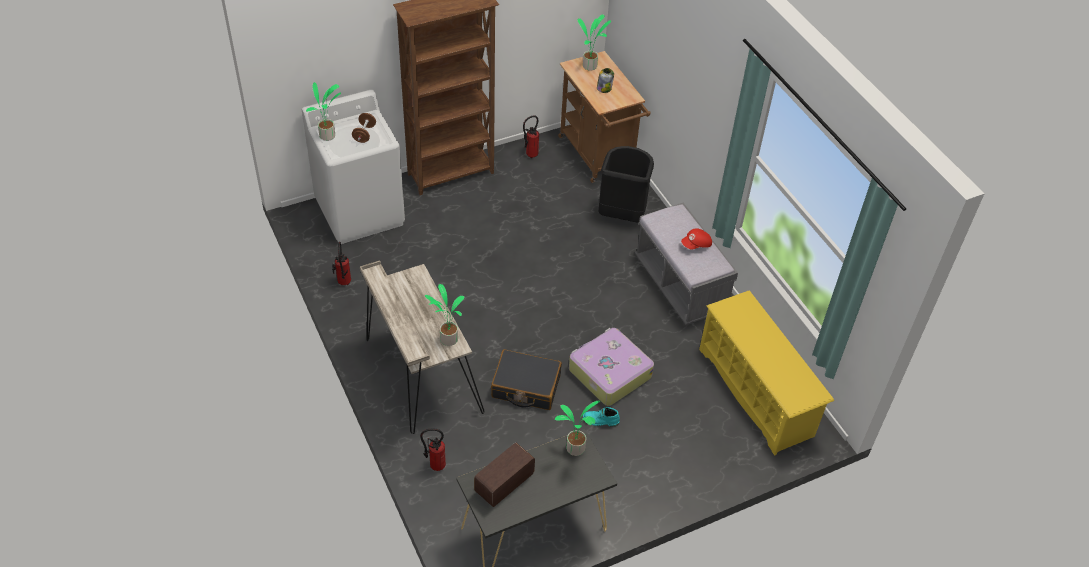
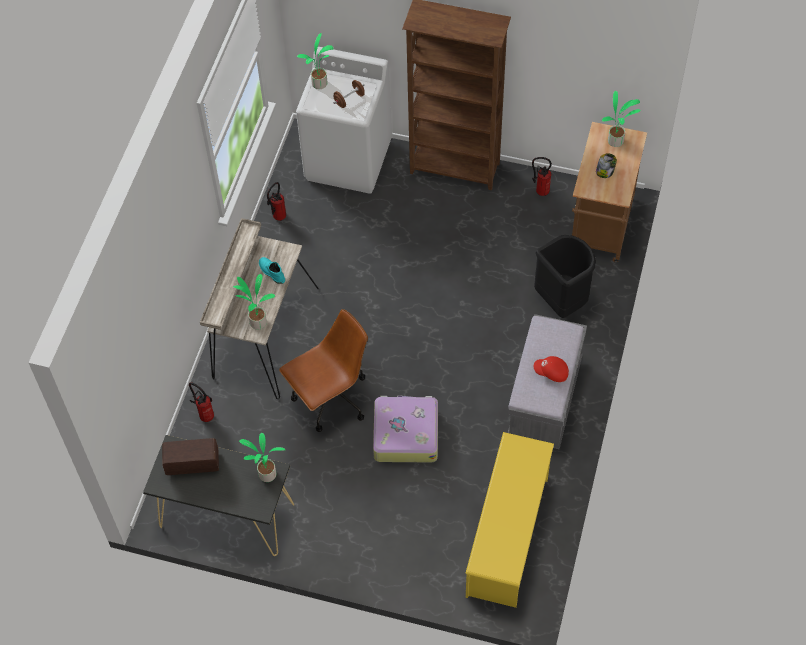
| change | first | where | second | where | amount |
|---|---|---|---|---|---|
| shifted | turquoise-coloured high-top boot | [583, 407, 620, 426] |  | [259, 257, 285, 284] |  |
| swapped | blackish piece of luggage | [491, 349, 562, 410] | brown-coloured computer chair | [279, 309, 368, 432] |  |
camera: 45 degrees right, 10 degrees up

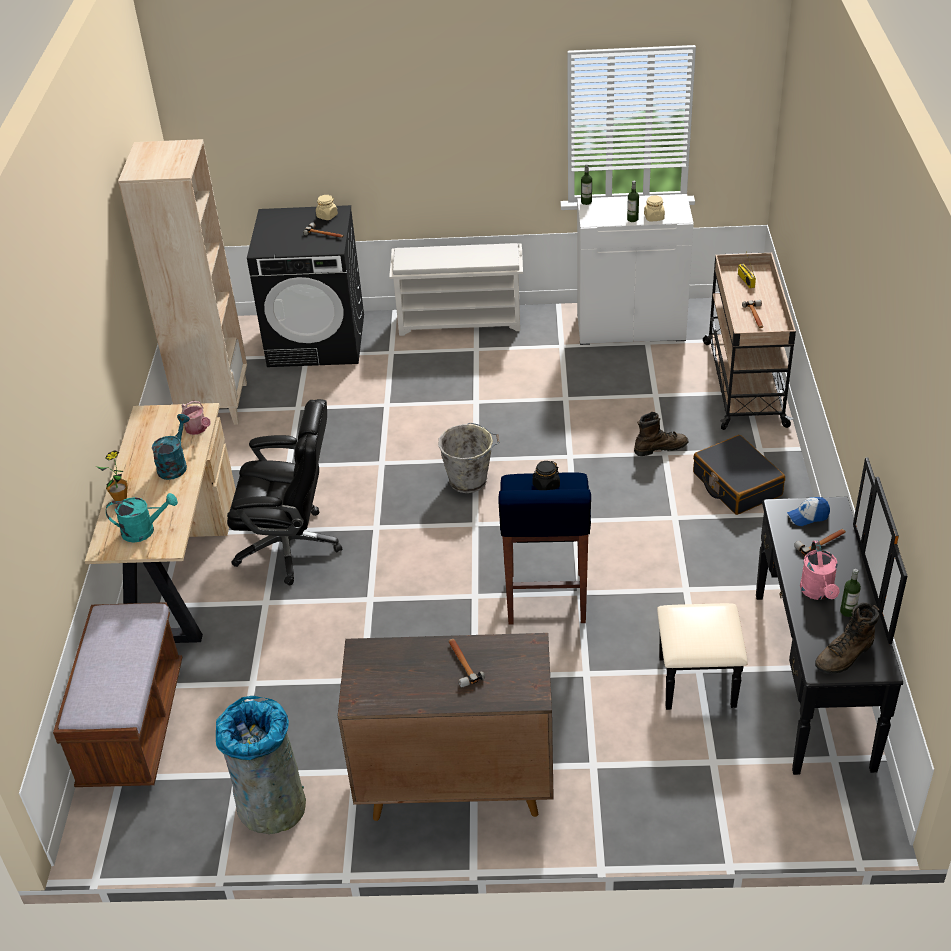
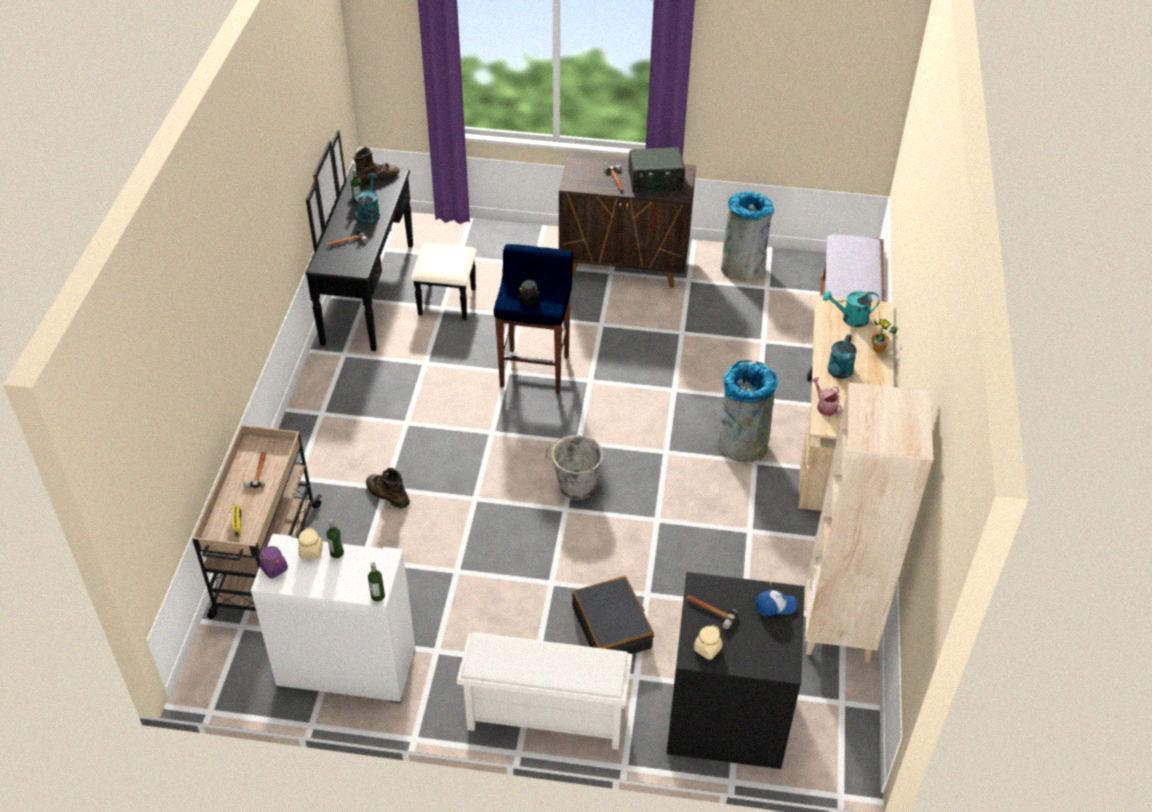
| change | first | where | second | where | amount |
|---|---|---|---|---|---|
| new |  |  | purple-coloured preserve jar | [259, 546, 288, 578] |  |
| repainted | pink watering can | [800, 541, 840, 600] | turquoise-coloured watering can | [355, 173, 380, 225] |  |
| rotated | brown-coloured high-top boot | [634, 412, 689, 456] |  | [366, 468, 410, 509] | 45 degrees clockwise |
| shifted | blackish piece of luggage | [693, 435, 785, 515] |  | [572, 576, 654, 654] |  |
| new |  |  | radio set | [628, 147, 685, 194] |  |
| swapped | blackish computer chair | [227, 399, 342, 586] | gray waste bin | [717, 360, 778, 463] |  |
| shifted | cap | [787, 497, 830, 526] |  | [756, 590, 797, 616] |  |
camera: 175 degrees left, 5 degrees up

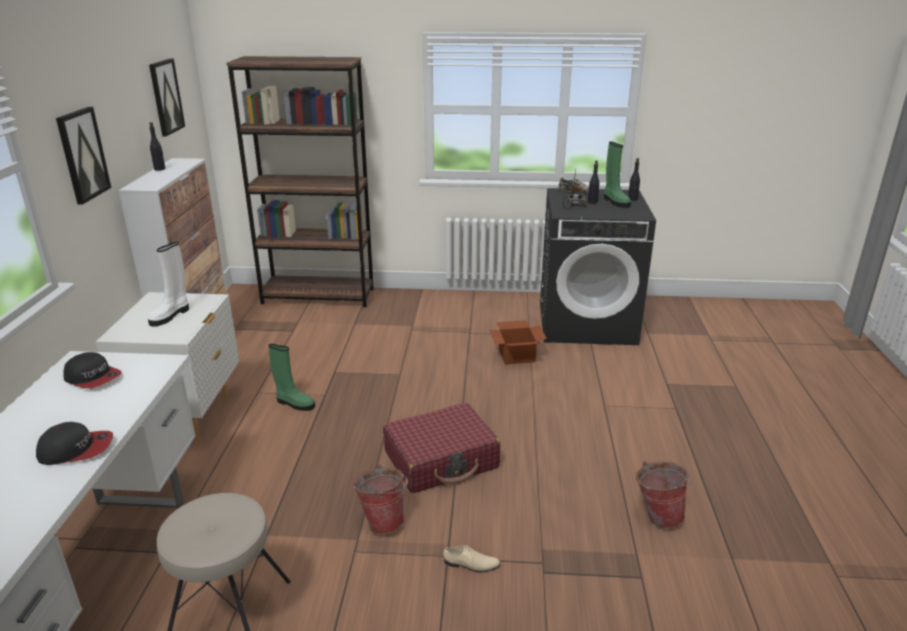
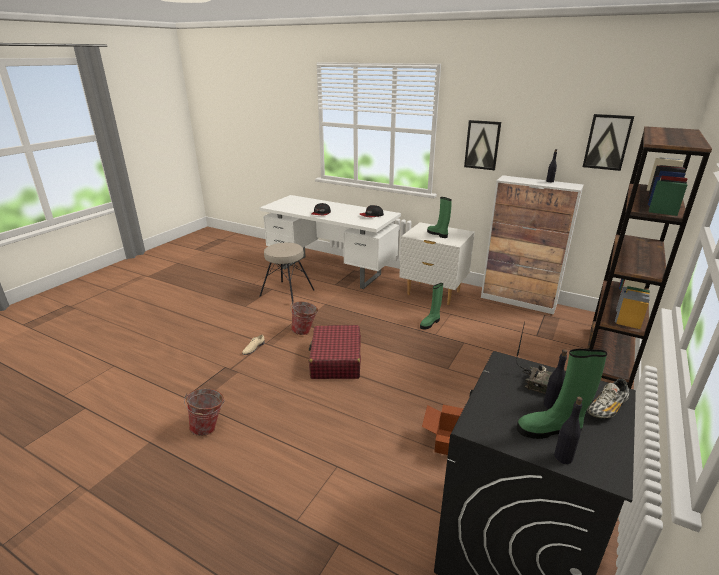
| change | first | where | second | where | amount |
|---|---|---|---|---|---|
| repainted | white high-top boot | [148, 242, 189, 327] | green high-top boot | [427, 197, 452, 238] |  |
camera: 115 degrees right, 0 degrees up

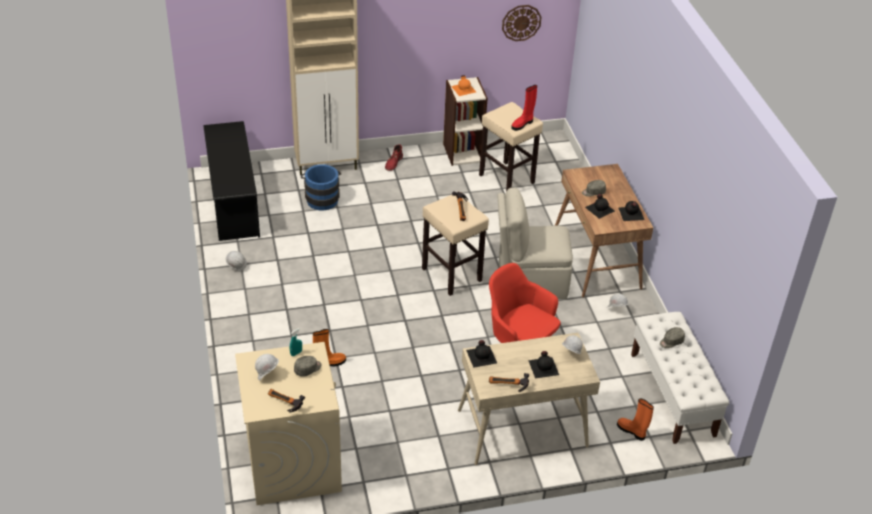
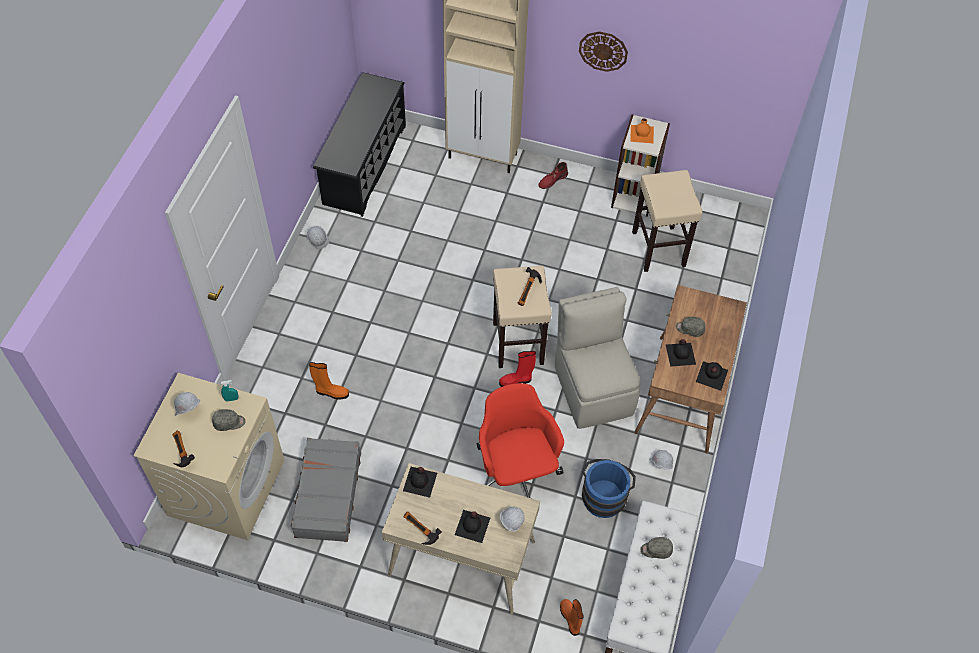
| change | first | where | second | where | amount |
|---|---|---|---|---|---|
| new |  |  | gray piece of luggage | [291, 438, 361, 542] |  |
| shifted | red high-top boot | [511, 85, 537, 131] |  | [499, 351, 536, 387] |  |
| rotated | beige-coloured chair | [498, 188, 573, 299] |  | [555, 287, 640, 429] | 45 degrees clockwise |
| shifted | wall clock | [502, 5, 542, 41] |  | [579, 31, 628, 72] |  |
| shifted | bluish bucket | [301, 164, 341, 210] |  | [582, 459, 636, 518] |  |
camera: 30 degrees right, 15 degrees up

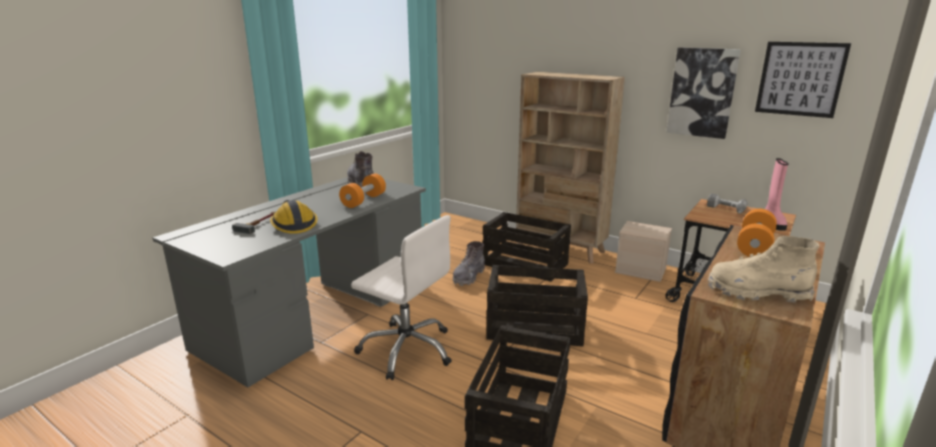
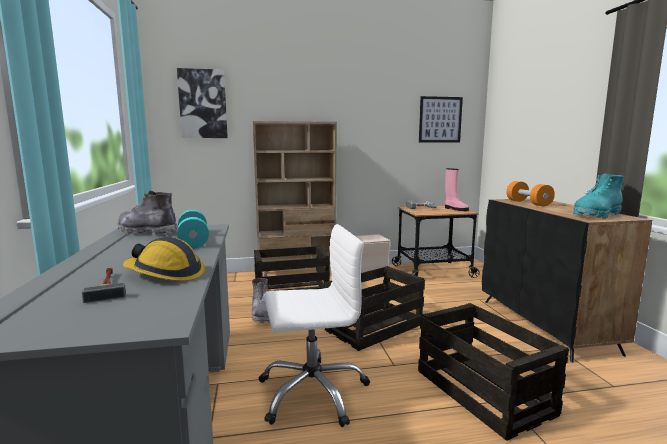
| change | first | where | second | where | amount |
|---|---|---|---|---|---|
| shifted | wall picture | [666, 48, 741, 139] |  | [177, 68, 228, 138] |  |
| repainted | orange hand weight | [339, 174, 386, 208] | turquoise-coloured hand weight | [177, 210, 209, 249] |  |
| repainted | beige-coloured high-top boot | [708, 236, 819, 303] | turquoise-coloured high-top boot | [573, 174, 624, 219] |  |
camera: 45 degrees left, 10 degrees down

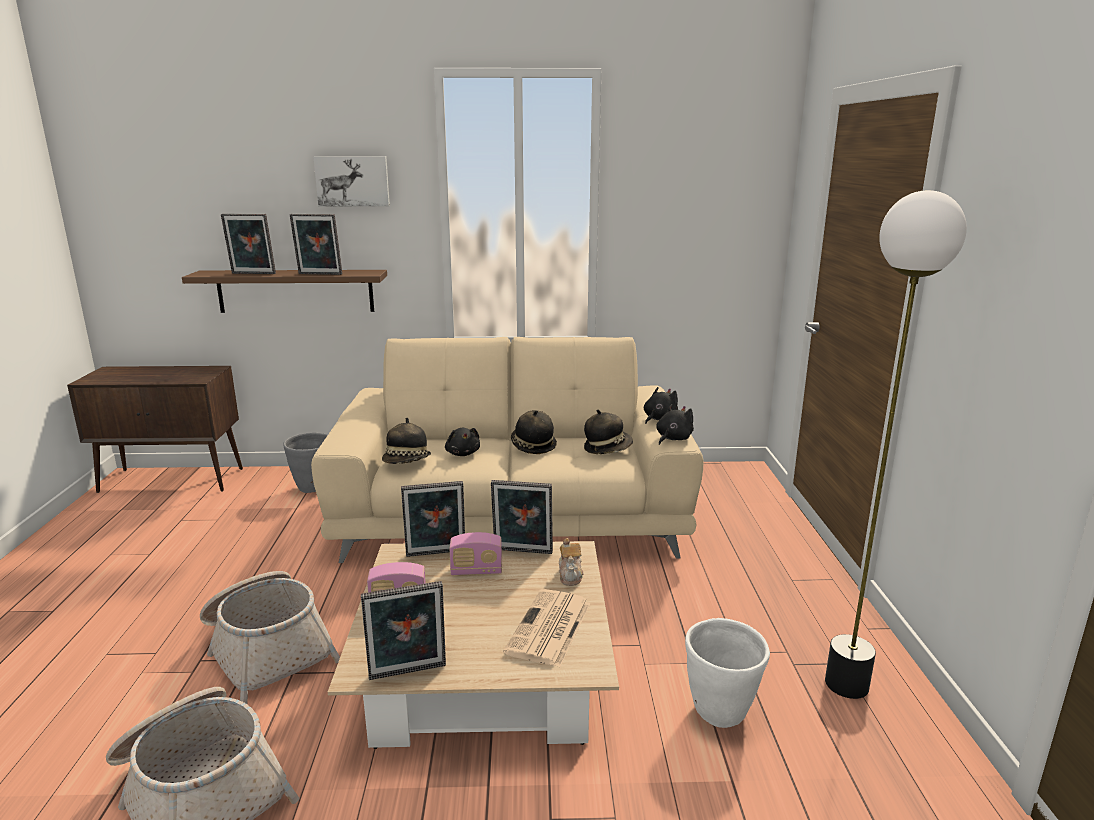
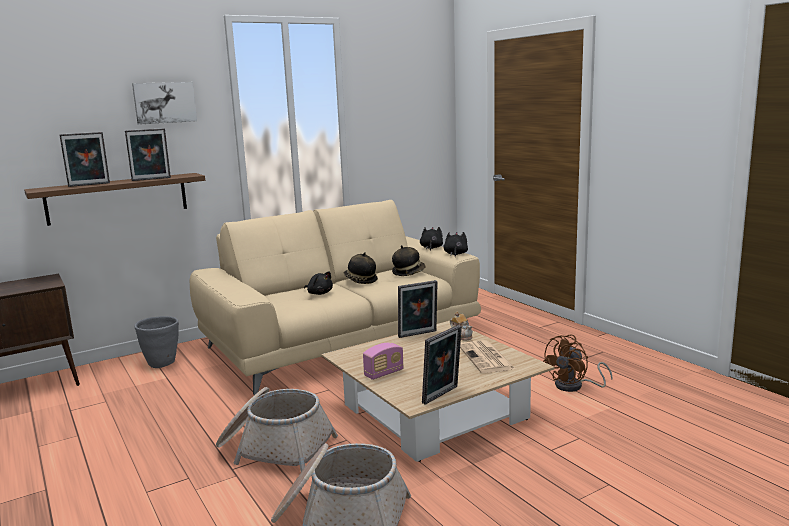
| change | first | where | second | where | amount |
|---|---|---|---|---|---|
| swapped | white flower pot | [685, 618, 770, 728] | brown-coloured cooling fan | [543, 334, 613, 392] |  |
| gone | clothing hat | [382, 418, 431, 464] |  |  |  |
| gone | picture frame | [401, 481, 465, 557] |  |  |  |
| gone | radio set | [449, 532, 502, 575] |  |  |  |
| gone | floor lamp | [825, 190, 967, 699] |  |  |  |
camera: 30 degrees left, 5 degrees down

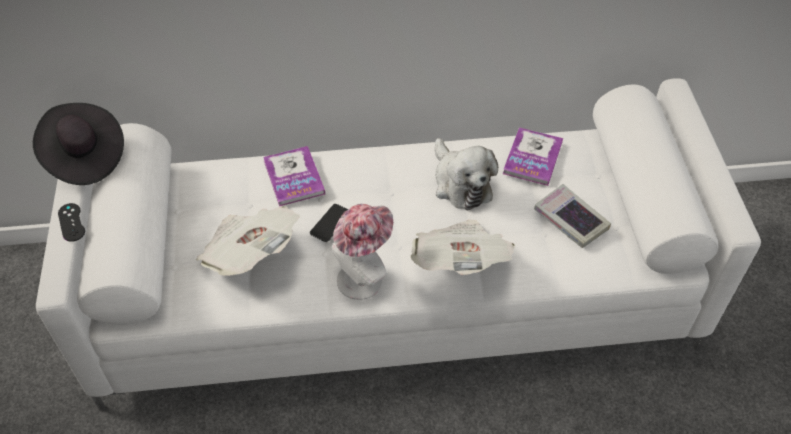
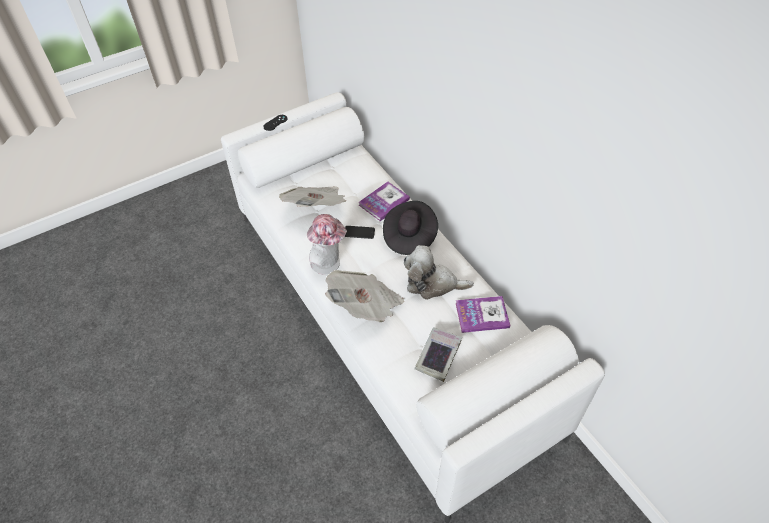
| change | first | where | second | where | amount |
|---|---|---|---|---|---|
| shifted | blackish clothing hat | [33, 103, 124, 185] |  | [383, 201, 438, 255] |  |
| rotated | soft toy | [435, 138, 498, 210] |  | [404, 245, 474, 300] | 60 degrees clockwise |
camera: 65 degrees right, 0 degrees up

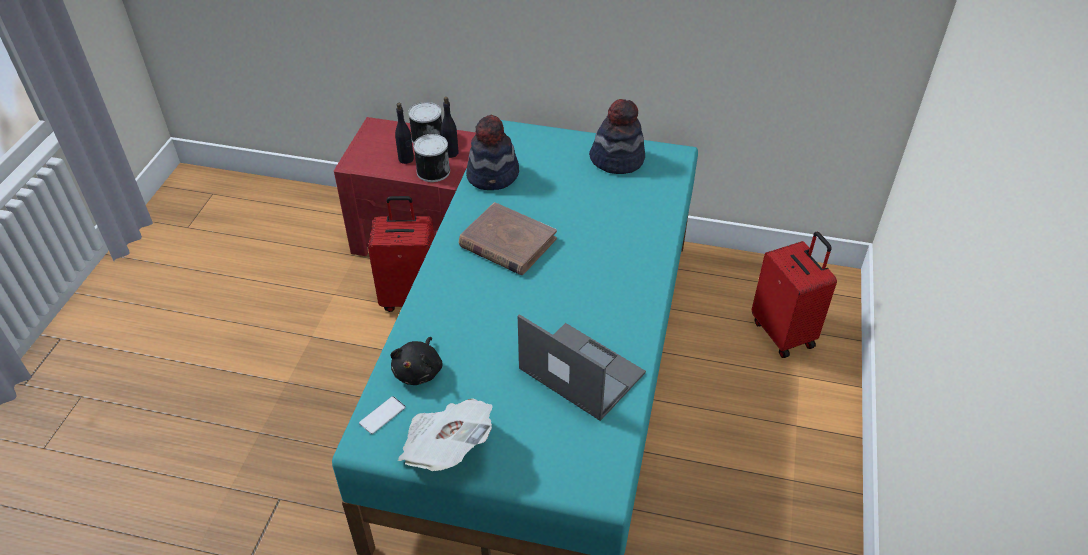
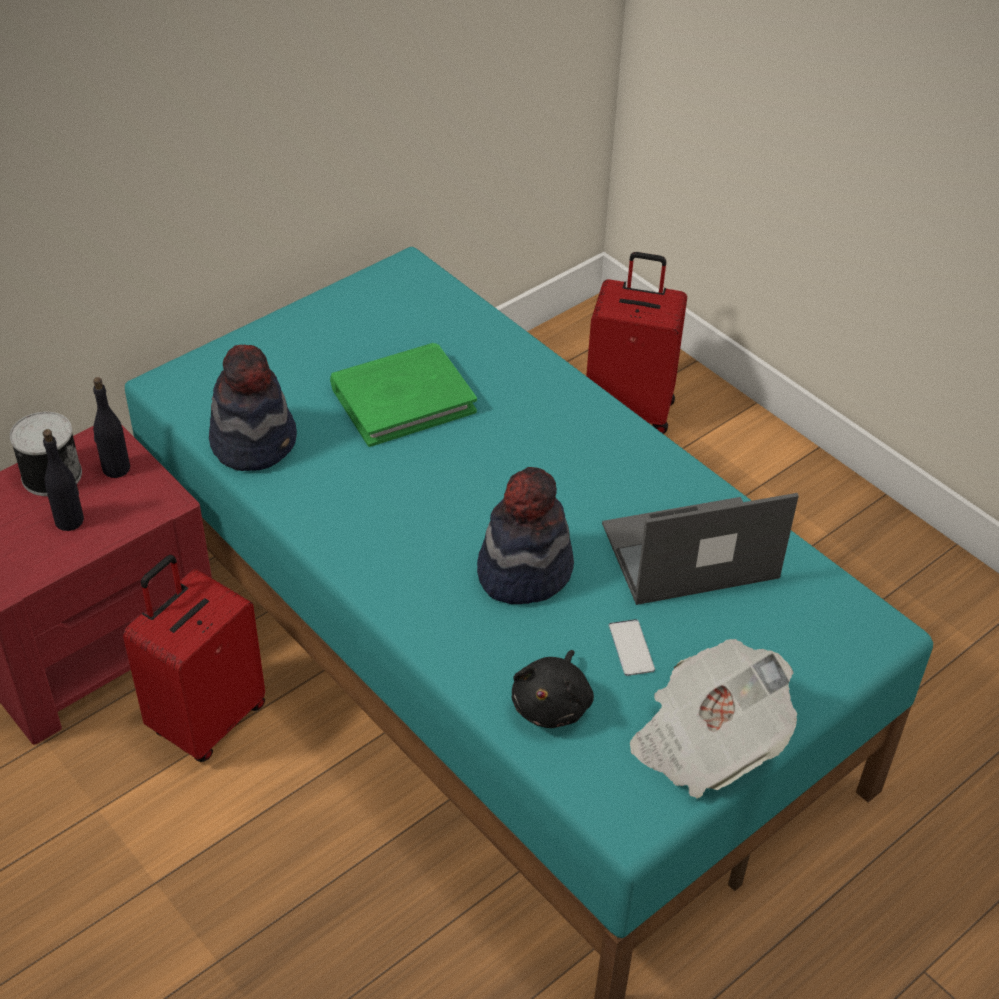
| change | first | where | second | where | amount |
|---|---|---|---|---|---|
| new |  |  | green book | [330, 343, 477, 447] |  |
| shifted | clothing hat | [589, 99, 645, 174] |  | [477, 467, 574, 604] |  |
| rotated | blackish soft toy | [391, 337, 443, 385] |  | [511, 650, 594, 728] | 60 degrees clockwise |
| shifted | telephone | [359, 396, 406, 434] |  | [609, 619, 655, 676] |  |
| gone | can | [413, 134, 450, 182] |  |  |  |
| gone | brown-coloured book | [459, 202, 557, 275] |  |  |  |
camera: 55 degrees left, 0 degrees up

